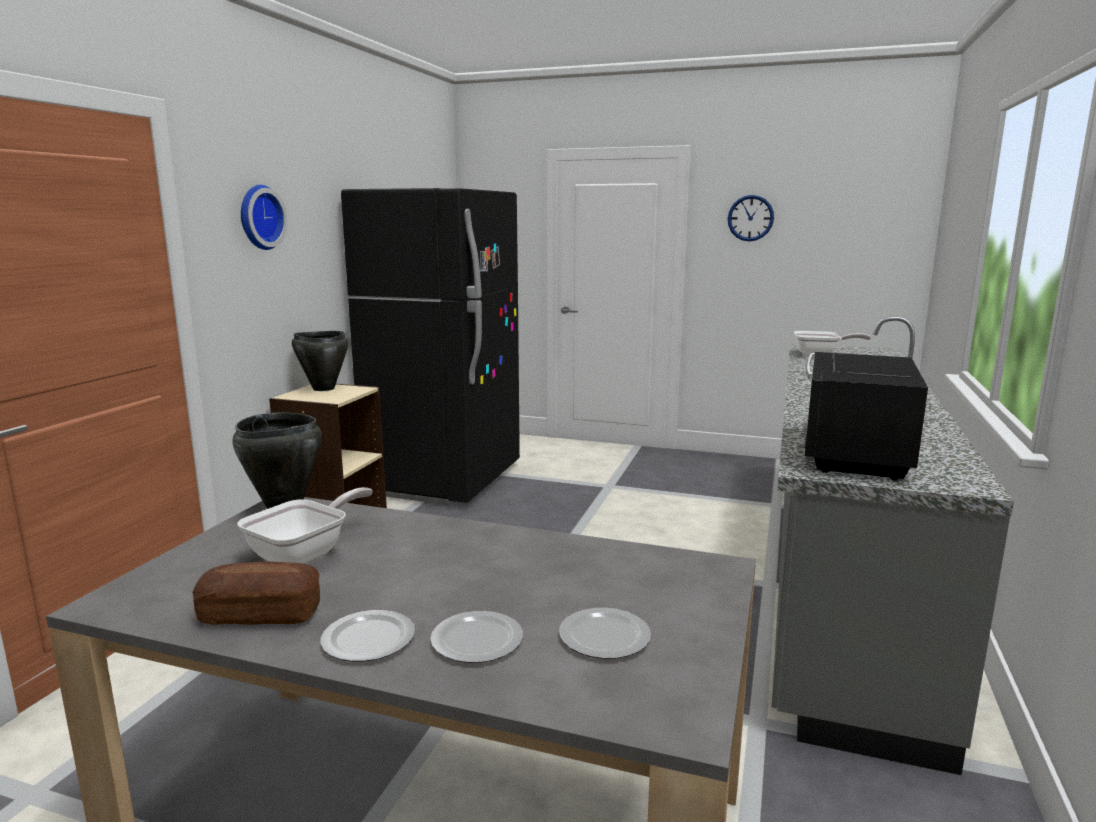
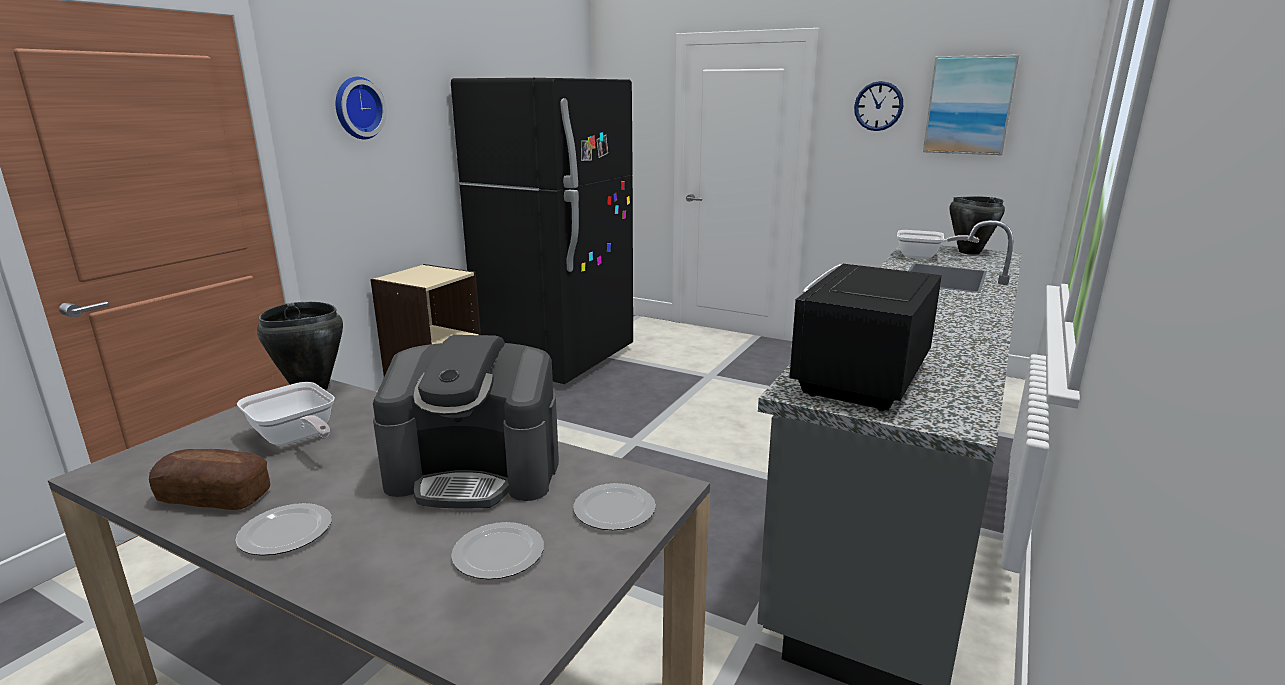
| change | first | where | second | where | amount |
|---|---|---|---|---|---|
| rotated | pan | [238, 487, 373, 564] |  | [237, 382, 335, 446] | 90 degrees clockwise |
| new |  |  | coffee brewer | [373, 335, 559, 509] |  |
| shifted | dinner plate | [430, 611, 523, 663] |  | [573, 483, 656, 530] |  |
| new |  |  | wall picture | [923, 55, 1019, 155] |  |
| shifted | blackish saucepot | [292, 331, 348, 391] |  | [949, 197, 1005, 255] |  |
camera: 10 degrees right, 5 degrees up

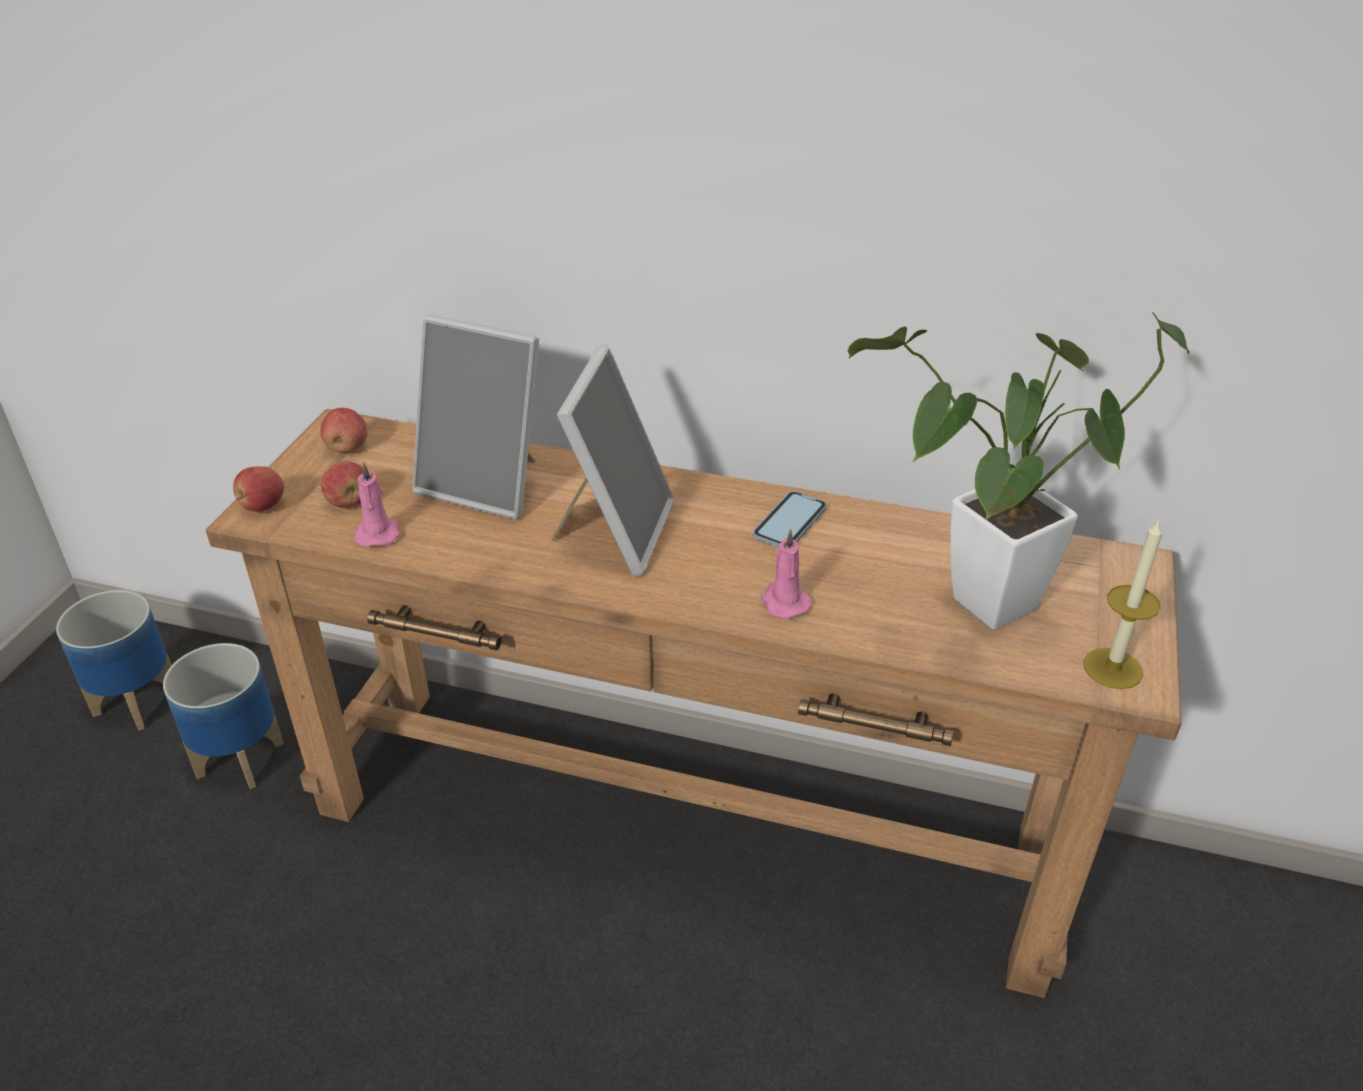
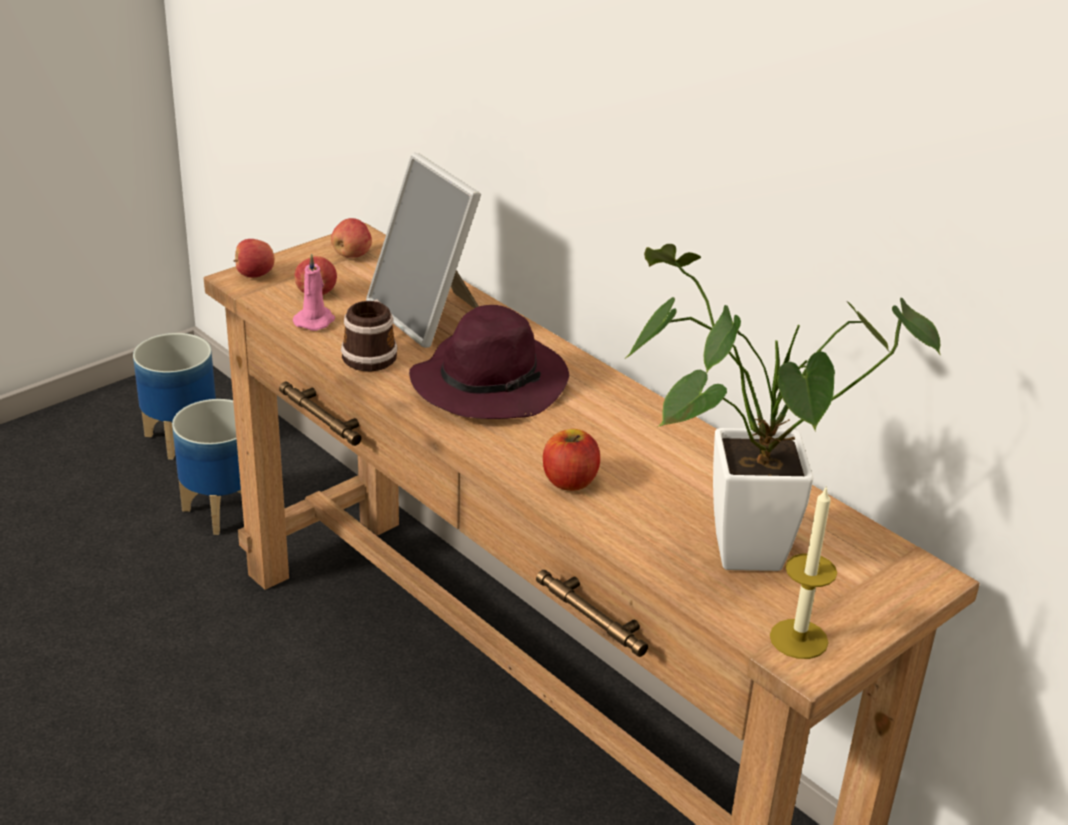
| change | first | where | second | where | amount |
|---|---|---|---|---|---|
| new |  |  | coffee mug | [341, 300, 397, 371] |  |
| swapped | picture frame | [552, 346, 674, 576] | purple-coloured clothing hat | [409, 305, 569, 419] |  |
| swapped | pink wax light | [761, 529, 812, 619] | apple | [543, 429, 600, 491] |  |
| gone | telephone | [753, 491, 827, 547] |  |  |  |
camera: 30 degrees right, 5 degrees down

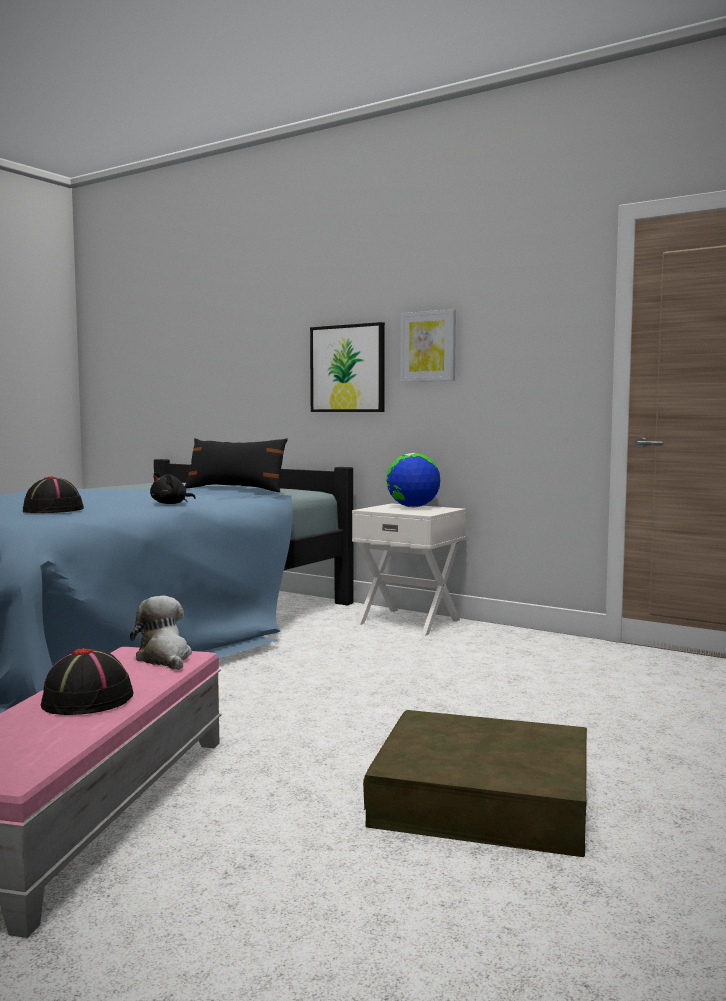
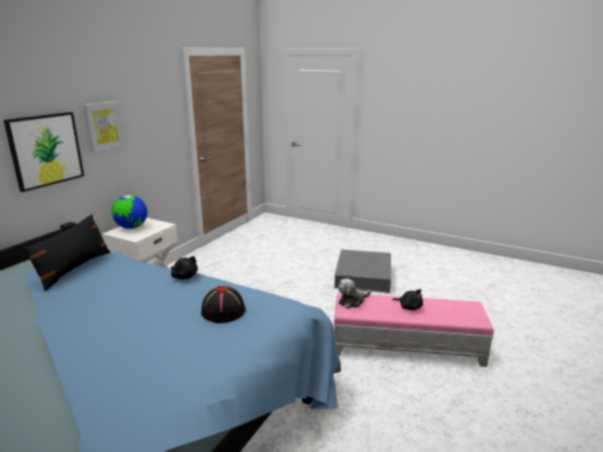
| change | first | where | second | where | amount |
|---|---|---|---|---|---|
| repainted | brown-coloured storage box | [363, 710, 587, 857] | gray storage box | [334, 249, 391, 293] |  |
| swapped | blackish clothing hat | [41, 648, 133, 715] | blackish soft toy | [392, 289, 423, 310] |  |
camera: 95 degrees left, 15 degrees up

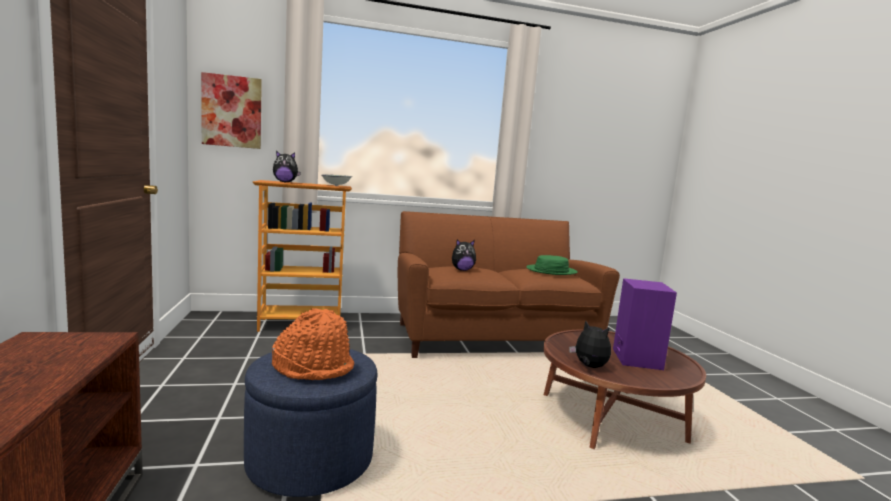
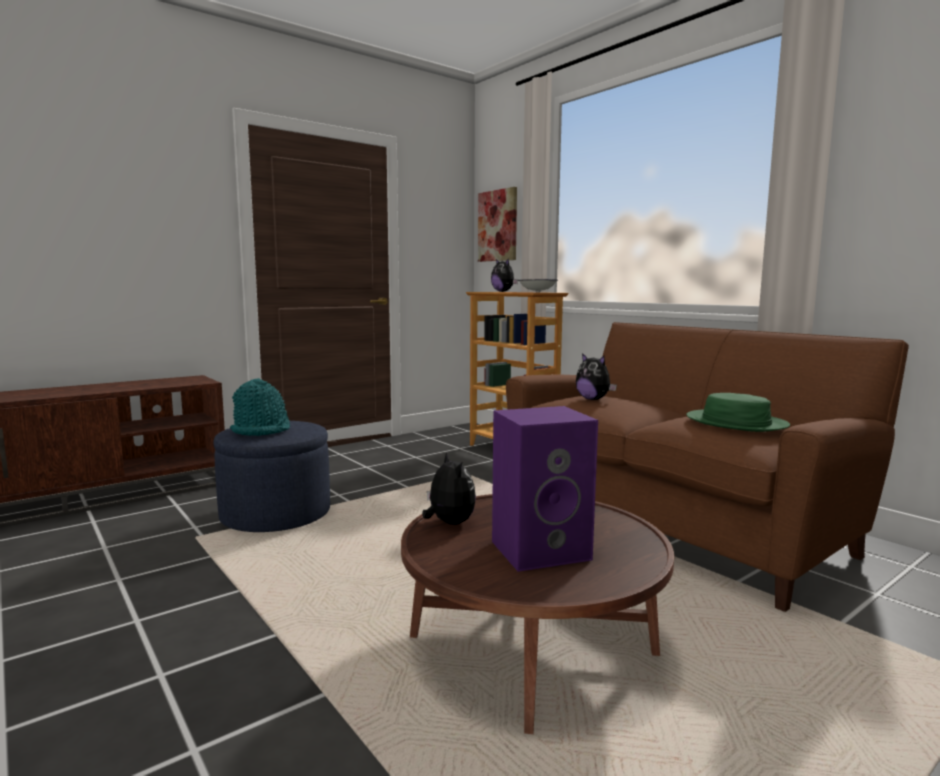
| change | first | where | second | where | amount |
|---|---|---|---|---|---|
| repainted | orange clothing hat | [272, 308, 354, 380] | turquoise-coloured clothing hat | [230, 378, 290, 436] |  |
| rotated | soft toy | [569, 320, 611, 368] |  | [422, 452, 476, 525] | 45 degrees counterclockwise |
camera: 65 degrees right, 0 degrees up

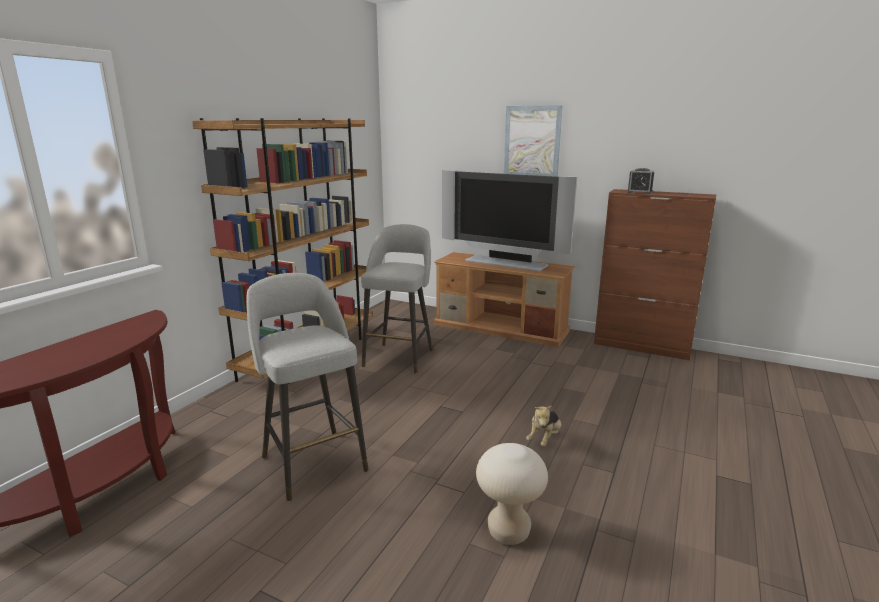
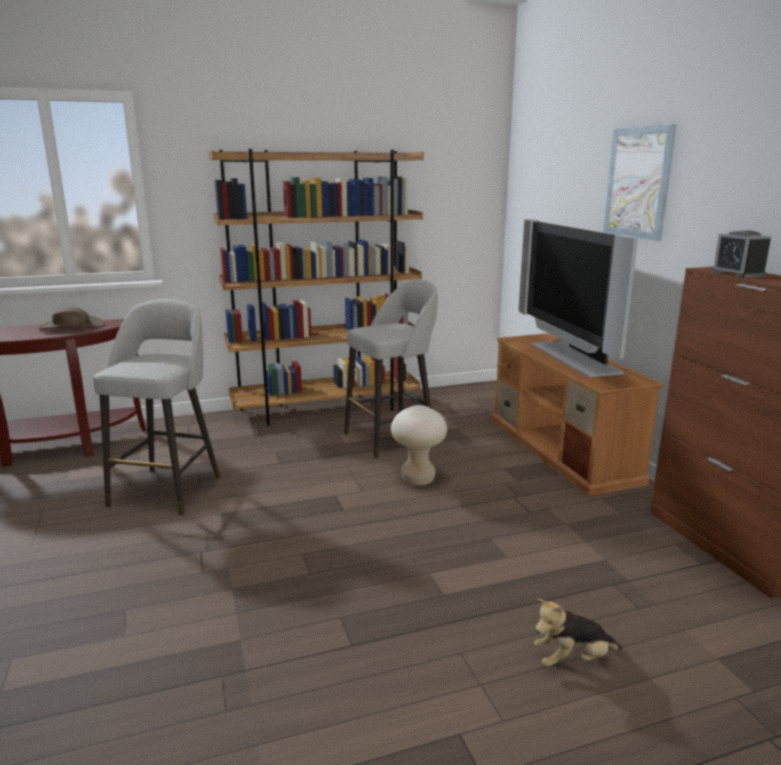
| change | first | where | second | where | amount |
|---|---|---|---|---|---|
| new |  |  | brown-coloured clothing hat | [38, 307, 105, 329] |  |
| shifted | beige-coloured sitting stool | [476, 443, 548, 545] |  | [391, 405, 447, 486] |  |
| shifted | soft toy | [526, 405, 561, 447] |  | [534, 598, 622, 667] |  |
camera: 45 degrees right, 0 degrees up

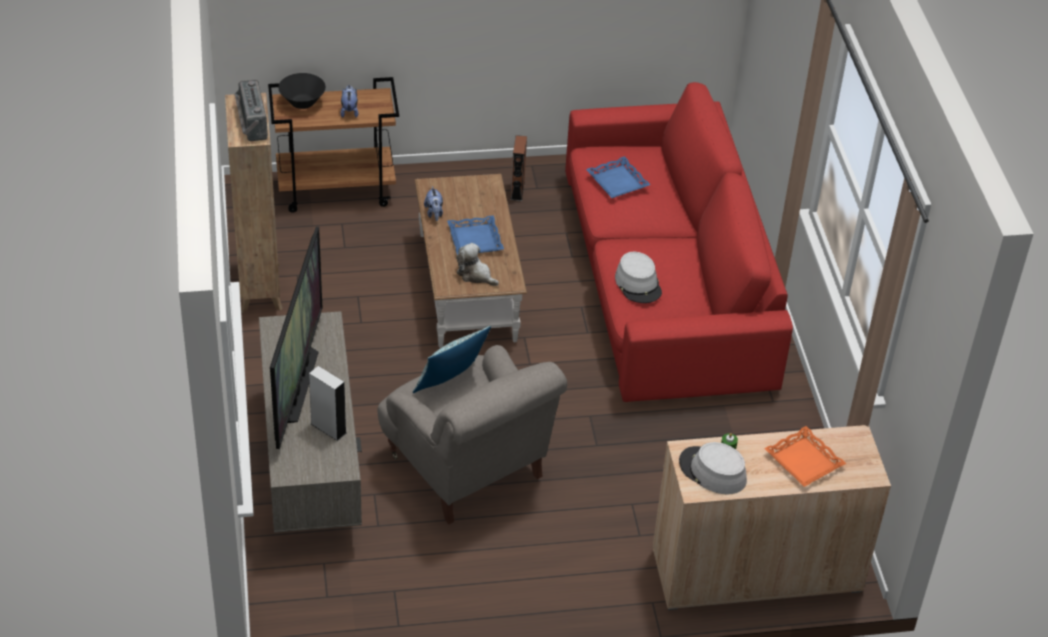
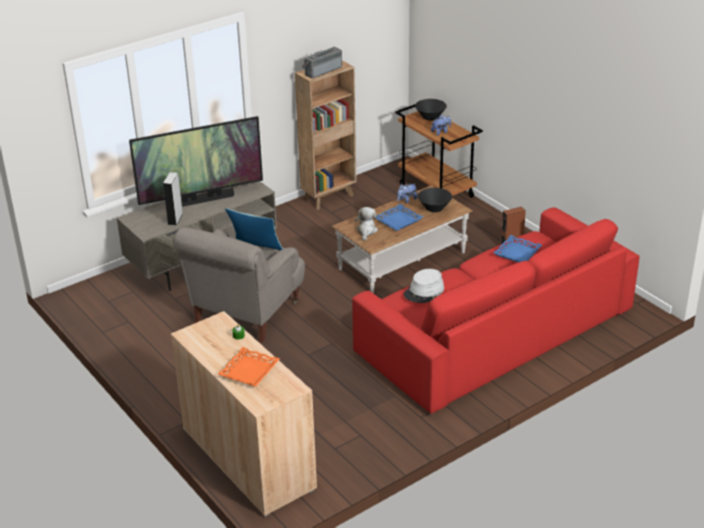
| change | first | where | second | where | amount |
|---|---|---|---|---|---|
| new |  |  | blackish bowl | [418, 188, 452, 212] |  |
| gone | gray clothing hat | [679, 442, 747, 495] |  |  |  |
camera: 65 degrees right, 10 degrees down

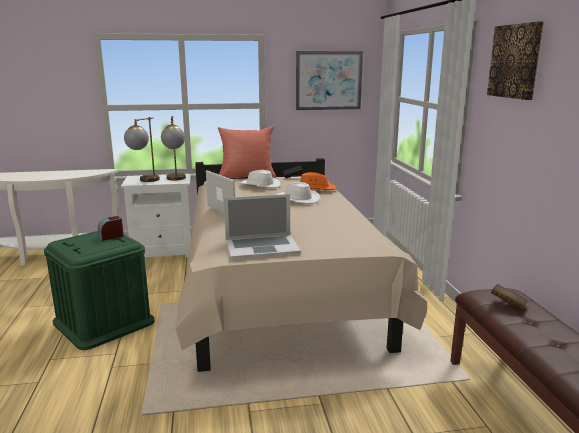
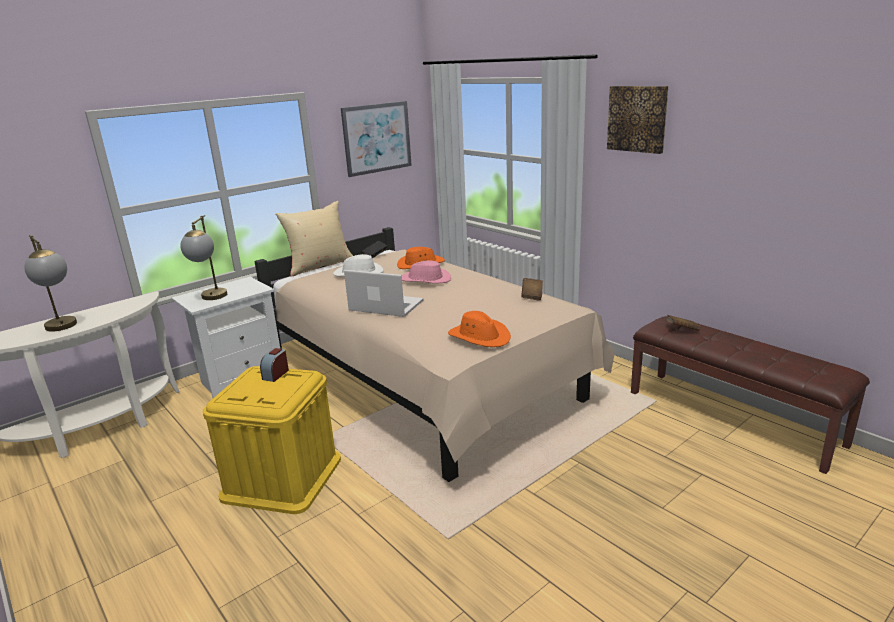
| change | first | where | second | where | amount |
|---|---|---|---|---|---|
| shifted | table lamp | [161, 116, 186, 181] |  | [24, 235, 77, 332] |  |
| repainted | green storage box | [44, 231, 155, 350] | yellowish storage box | [203, 366, 341, 514] |  |
| repainted | red cushion | [218, 126, 276, 178] | beige-coloured cushion | [275, 201, 353, 277] |  |
| repainted | white clothing hat | [276, 182, 320, 204] | pink clothing hat | [402, 260, 451, 284] |  |
| swapped | laptop | [224, 194, 301, 259] | orange clothing hat | [448, 311, 511, 347] |  |
| new |  |  | brown-coloured book | [521, 278, 543, 301] |  |
camera: 30 degrees left, 5 degrees up

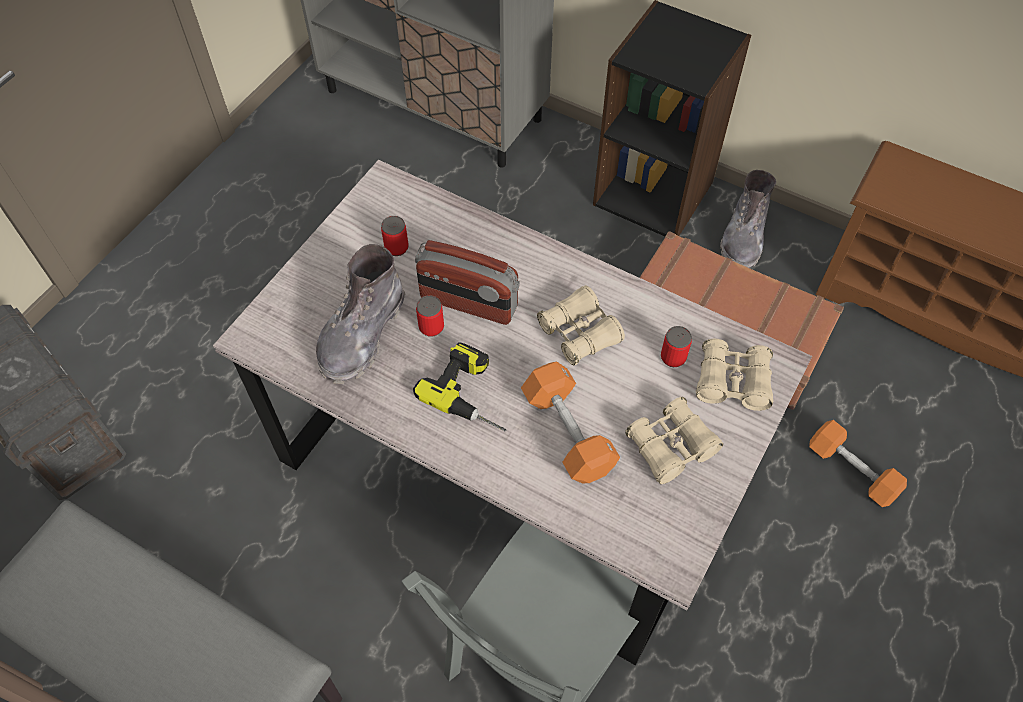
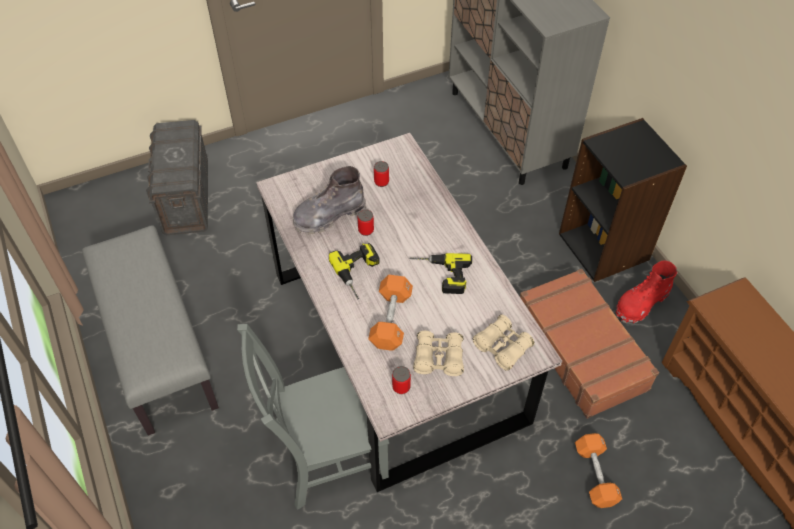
| change | first | where | second | where | amount |
|---|---|---|---|---|---|
| shifted | can | [661, 326, 692, 367] |  | [392, 366, 411, 394] |  |
| swapped | beige-coloured binoculars | [537, 285, 625, 365] | power drill | [409, 253, 472, 294] |  |
| repainted | gray high-top boot | [720, 170, 776, 268] | red high-top boot | [616, 260, 677, 323] |  |
| gone | radio set | [415, 240, 520, 325] |  |  |  |
camera: 35 degrees right, 5 degrees down

